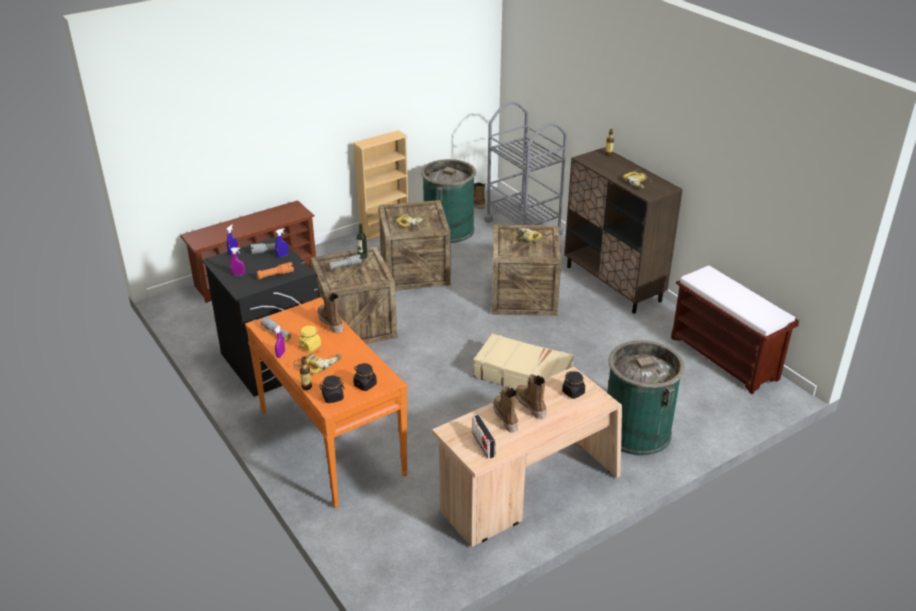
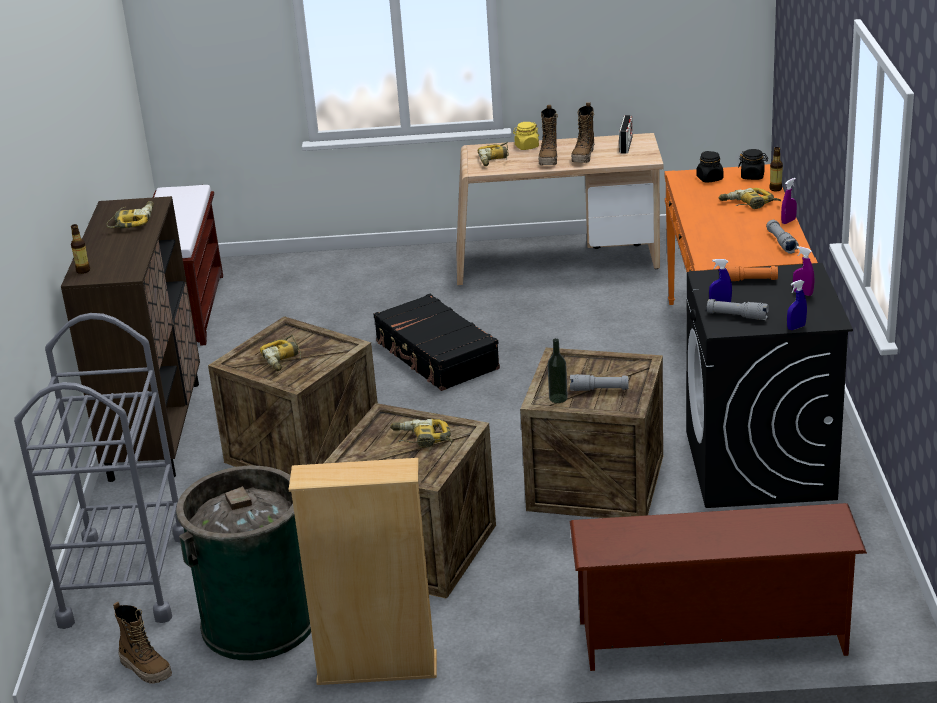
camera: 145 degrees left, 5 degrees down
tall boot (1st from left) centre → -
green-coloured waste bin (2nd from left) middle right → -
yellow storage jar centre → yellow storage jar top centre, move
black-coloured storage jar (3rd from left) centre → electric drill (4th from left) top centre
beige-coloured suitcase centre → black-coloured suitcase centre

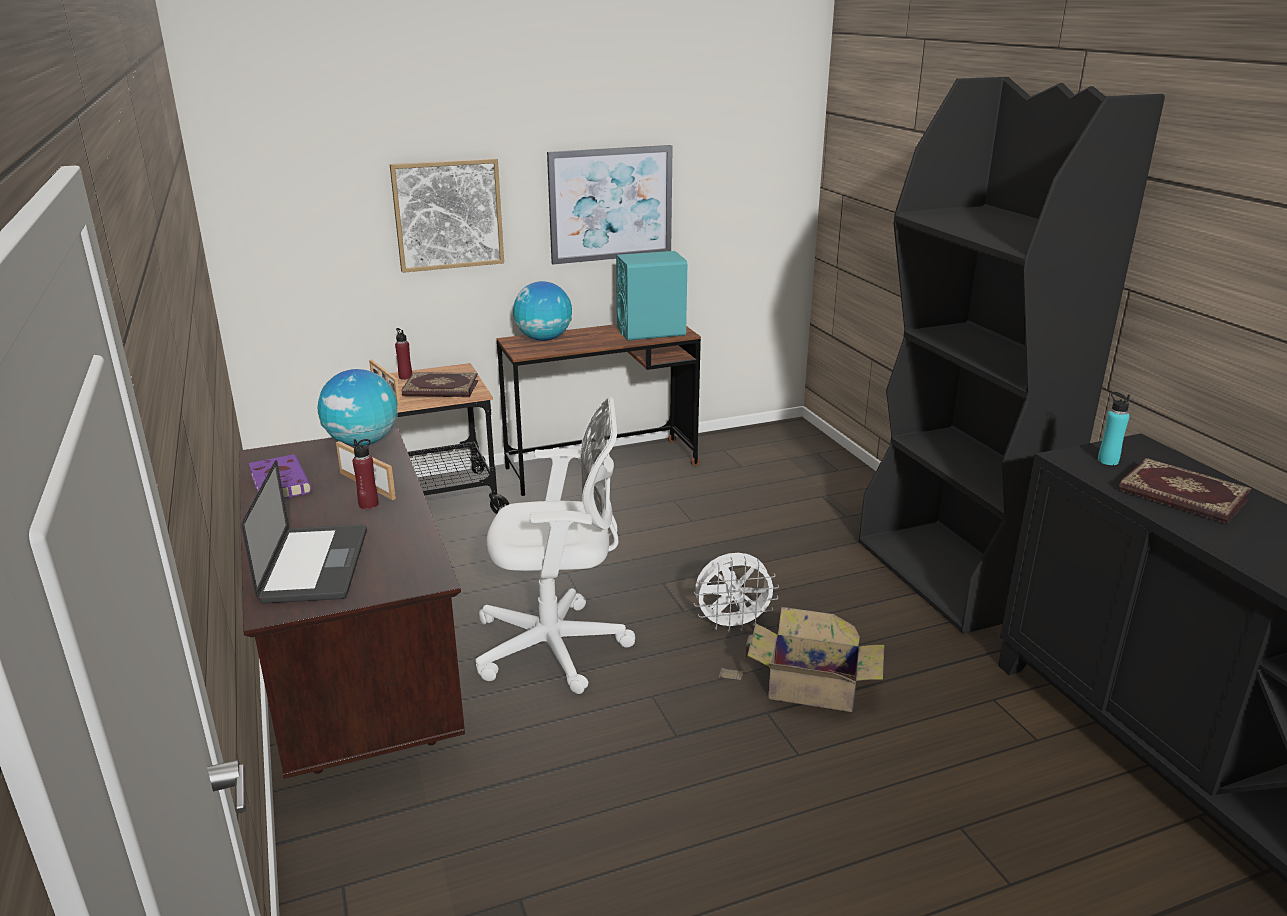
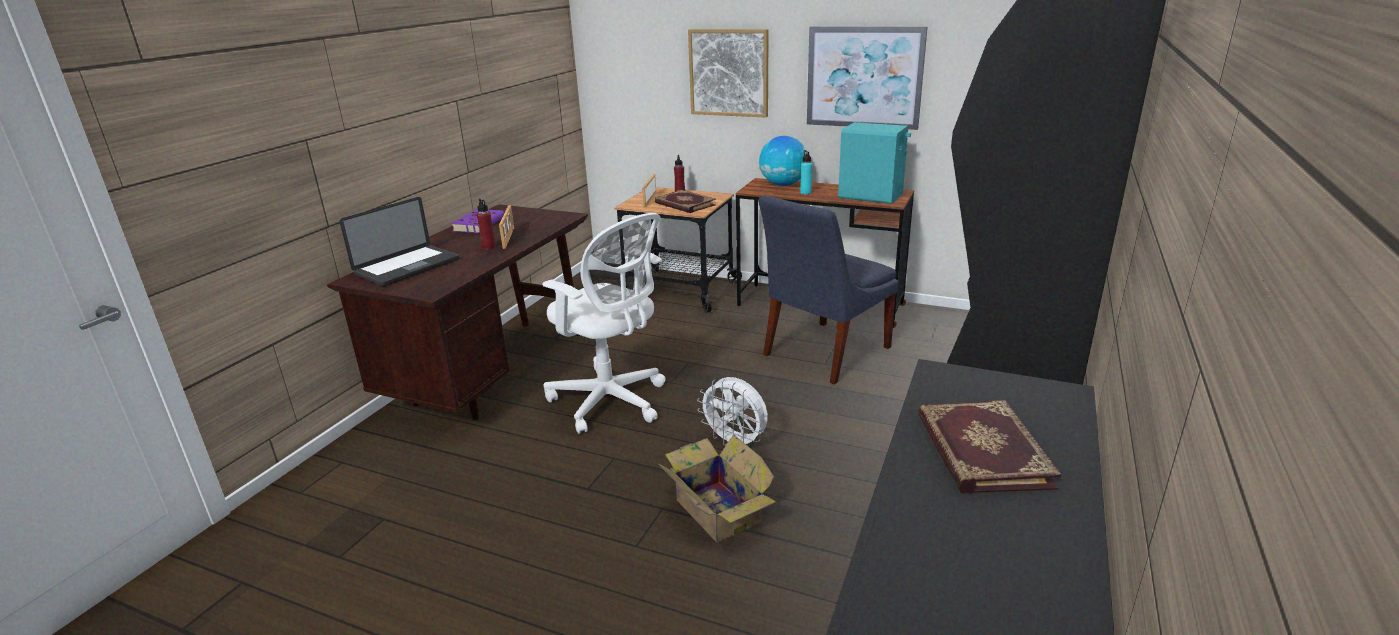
camera: 45 degrees right, 0 degrees up
desk globe (1st from left) middle left → -
- → blue-coloured plain chair centre
blue-green drink bottle middle right → blue-green drink bottle top centre, move

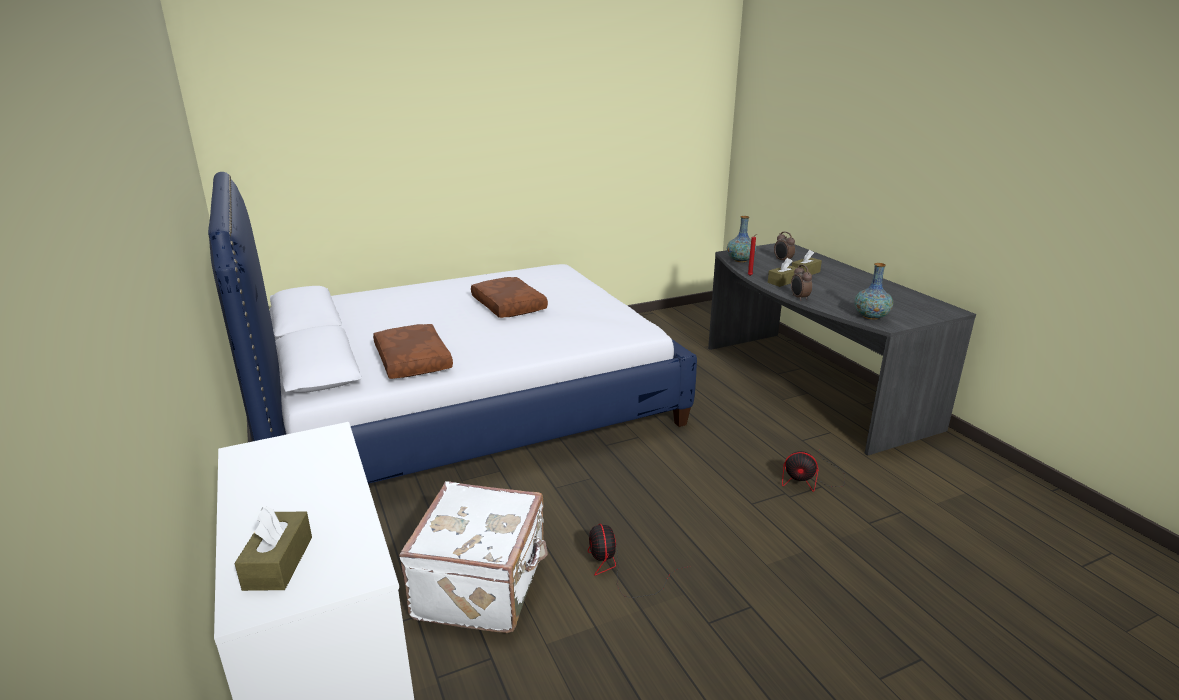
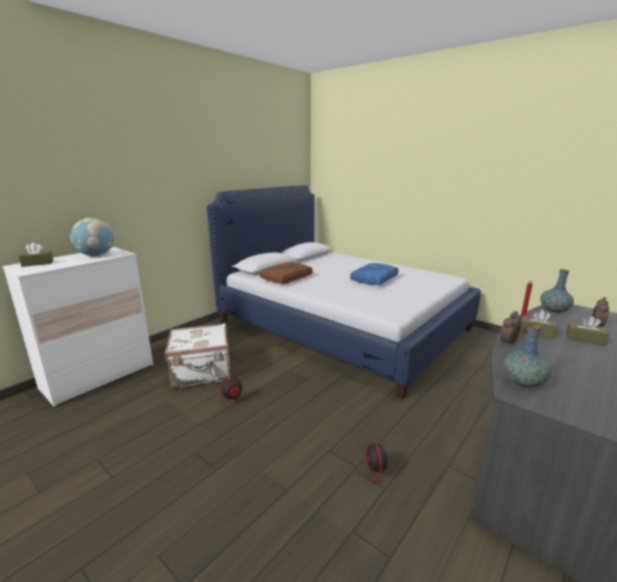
camera: 65 degrees right, 5 degrees down
- → desk globe middle left
brownish cushion (2nd from left) centre → blue-coloured cushion centre

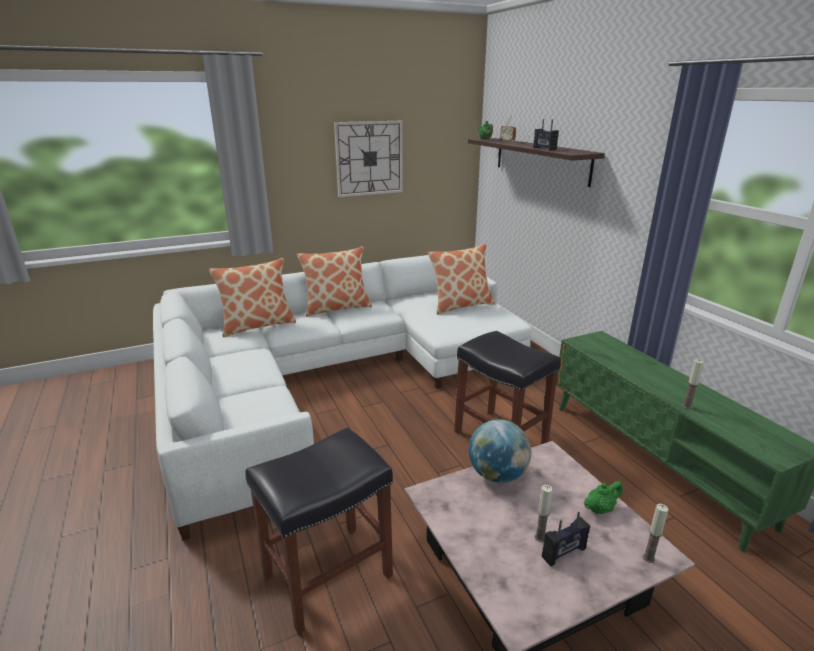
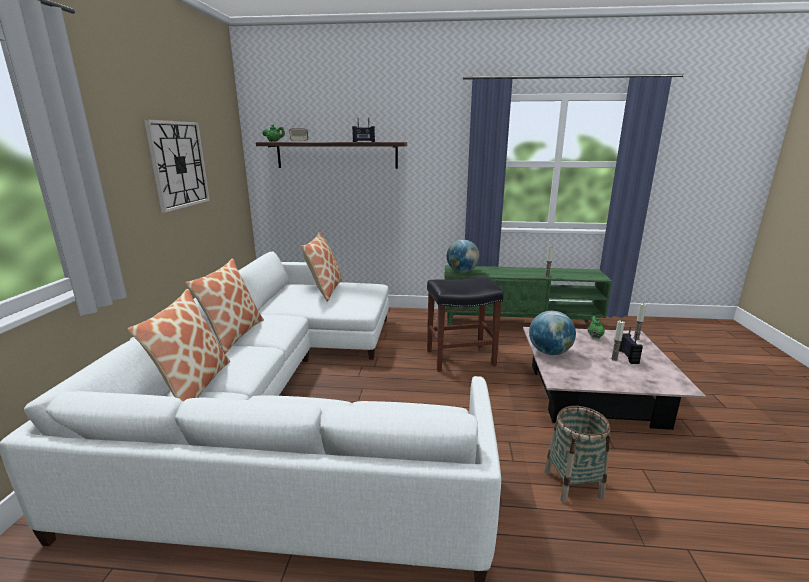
camera: 60 degrees left, 5 degrees down
- → desk globe (1st from left) centre
black-coloured stool seat (1st from left) bottom centre → household basket bottom right

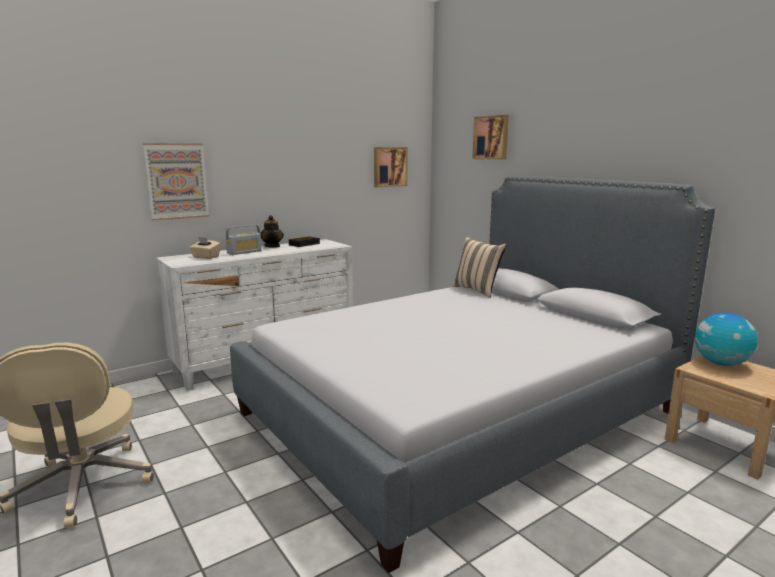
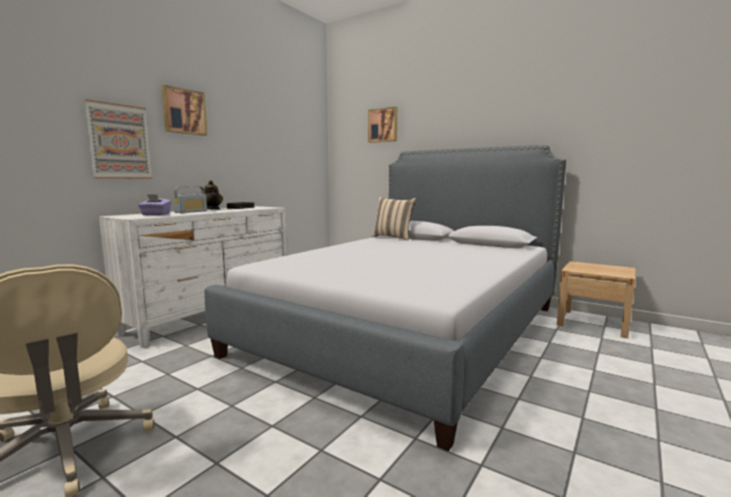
camera: 20 degrees left, 5 degrees down
desk globe middle right → -
picture (2nd from left) top centre → picture (2nd from left) top left, move
beige-coloured box of tissues middle left → purple-coloured box of tissues middle left

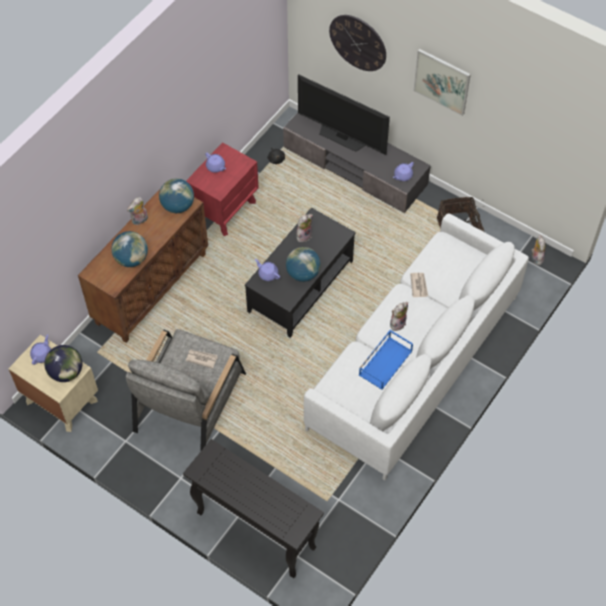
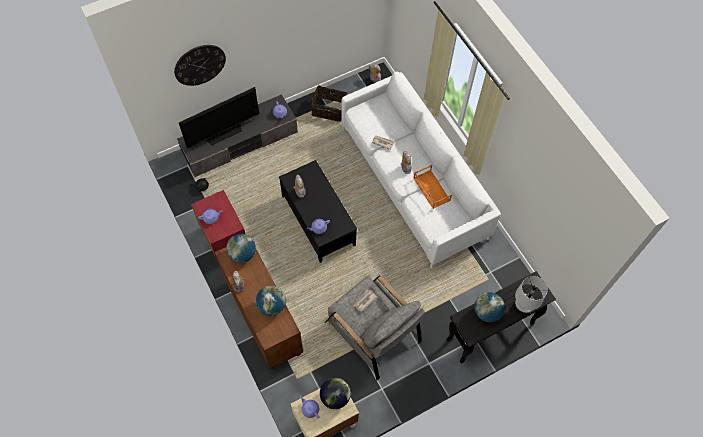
camera: 65 degrees left, 5 degrees up
picture top right → -
- → whitish tabletop lamp bottom right
desk globe (4th from left) centre → desk globe (4th from left) bottom right, move
blue-coloured tray centre → orange-coloured tray centre

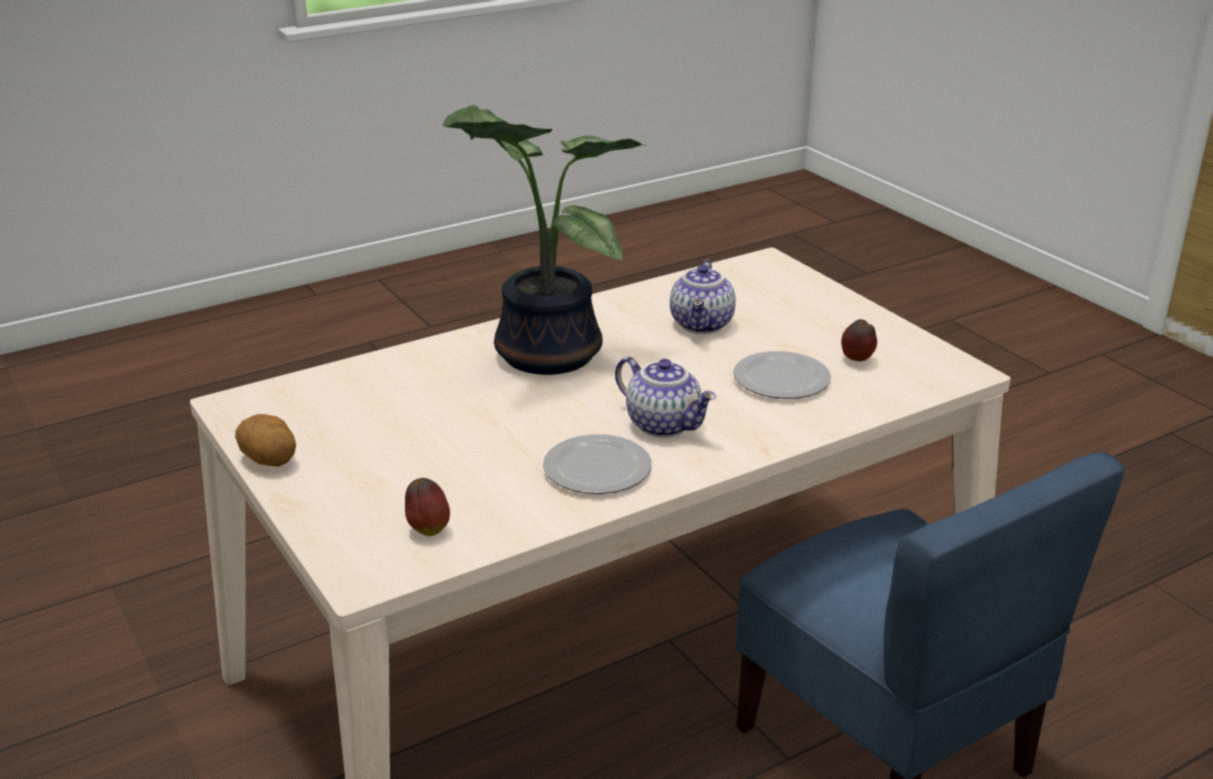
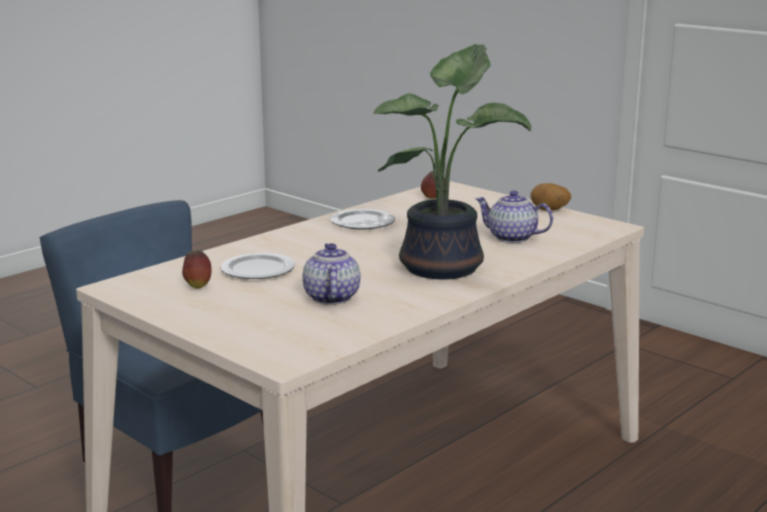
camera: 165 degrees right, 10 degrees down
teapot (1st from left in the first image) centre → teapot (2nd from left) middle right, move

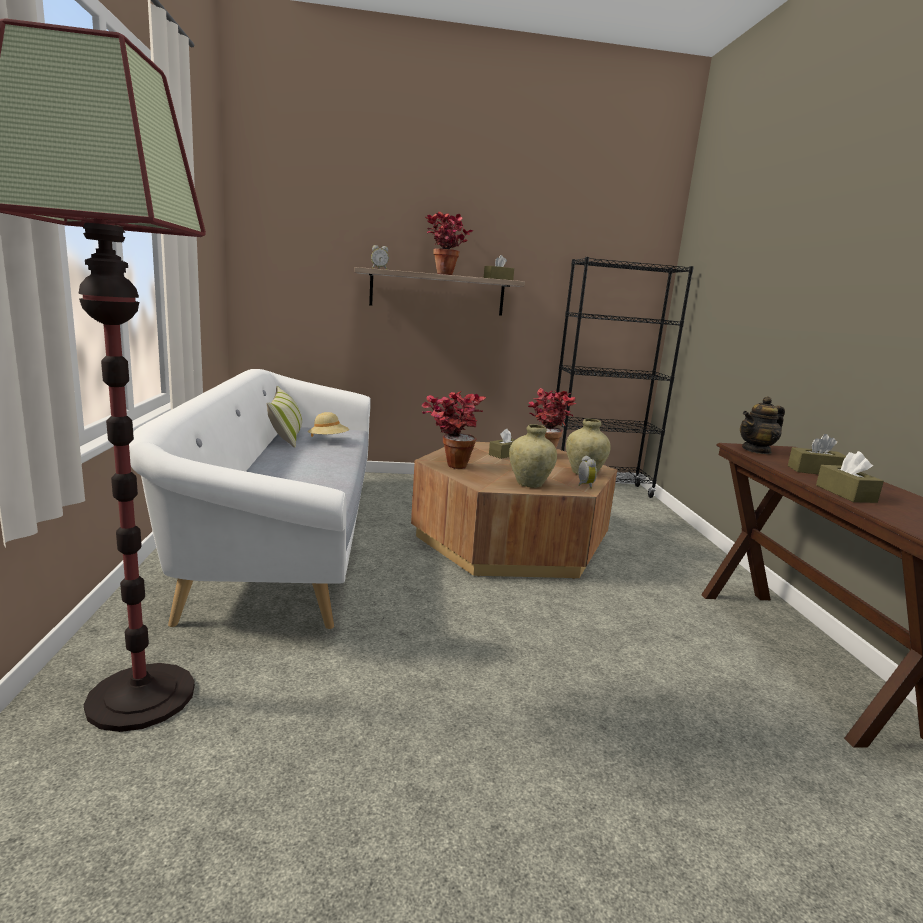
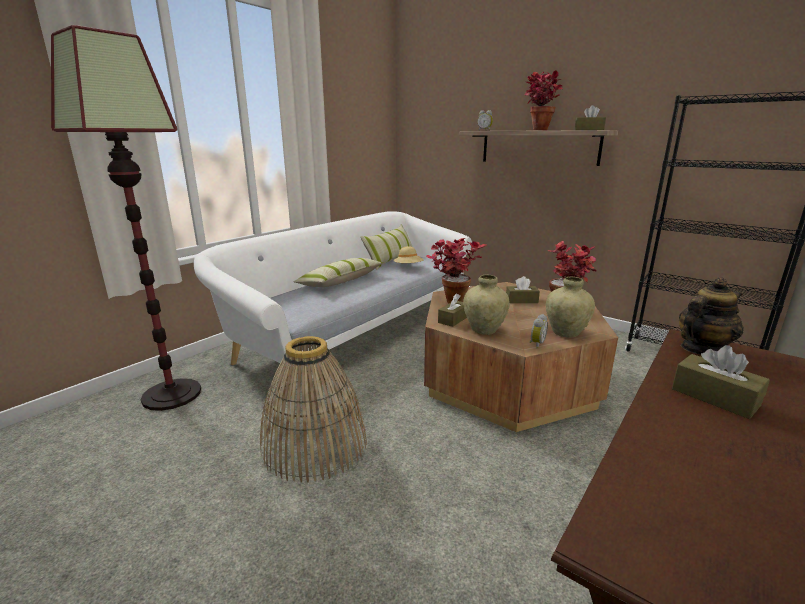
camera: 45 degrees right, 5 degrees up
- → household basket bottom centre
- → cushion (1st from left) centre
brownish box of tissues (4th from left in the first image) middle right → brownish box of tissues (1st from left) centre, move
teapot middle right, 135 degrees clockwise

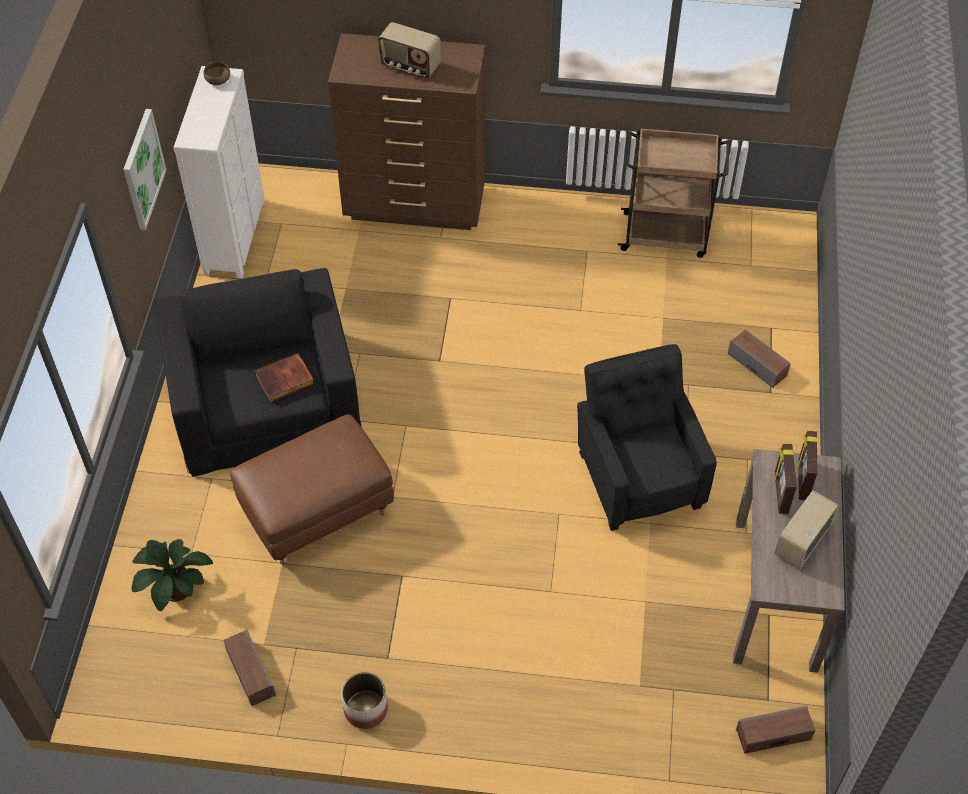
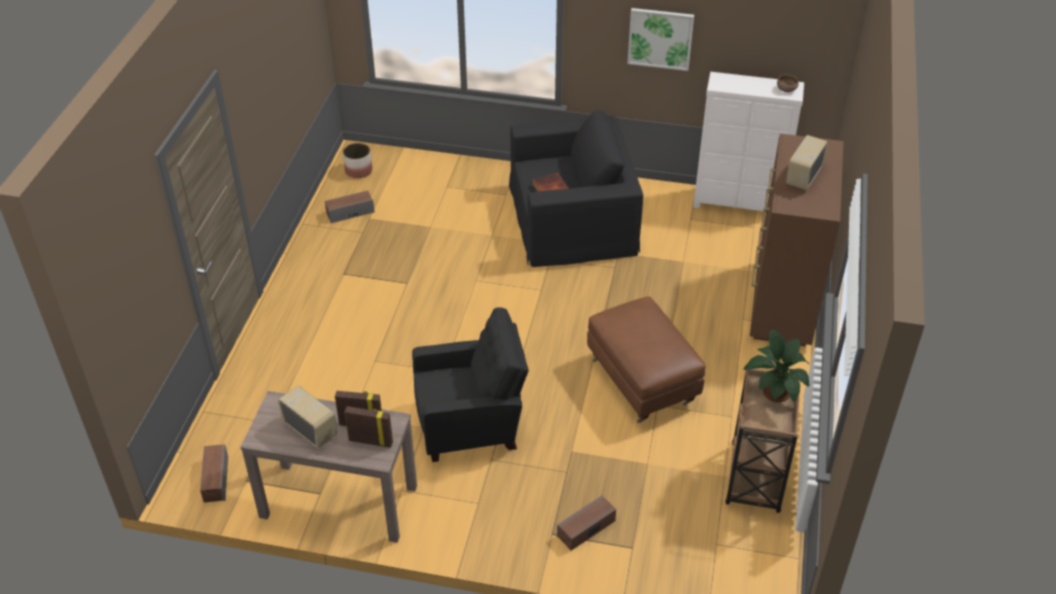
camera: 95 degrees right, 10 degrees down
houseplant bottom left → houseplant middle right, move
brownish footrest middle left → brownish footrest centre, move
flower pot bottom centre → flower pot top centre, move

